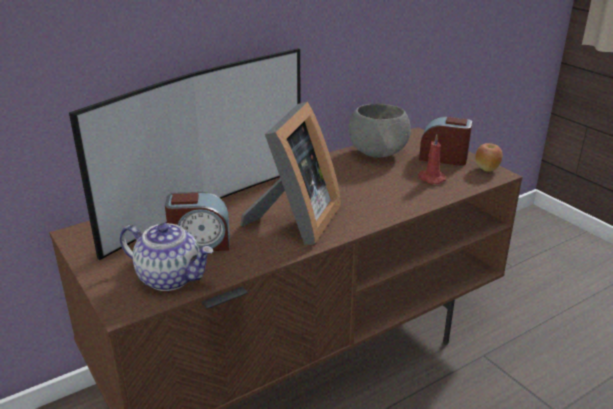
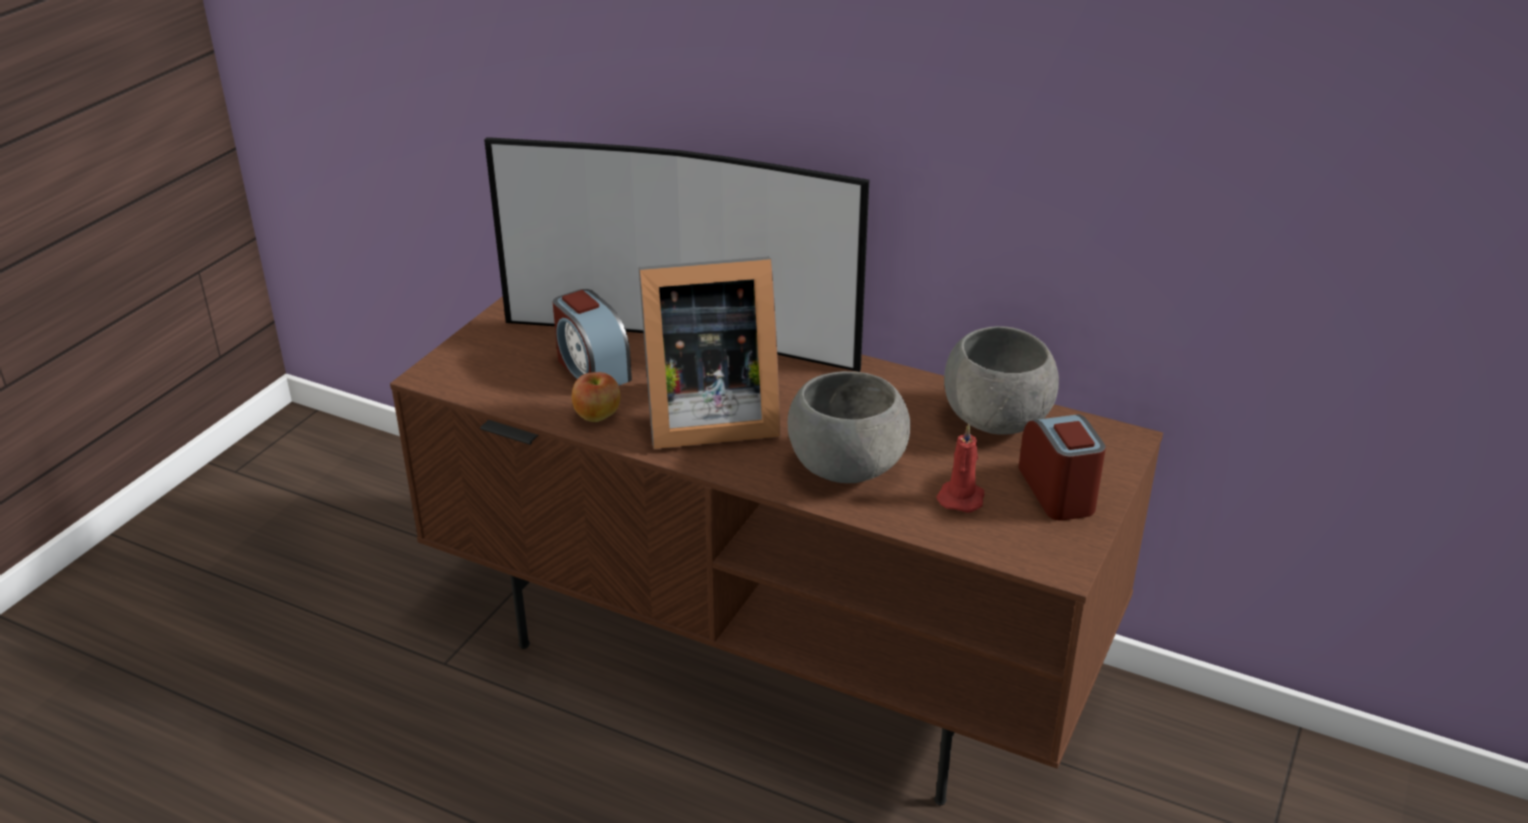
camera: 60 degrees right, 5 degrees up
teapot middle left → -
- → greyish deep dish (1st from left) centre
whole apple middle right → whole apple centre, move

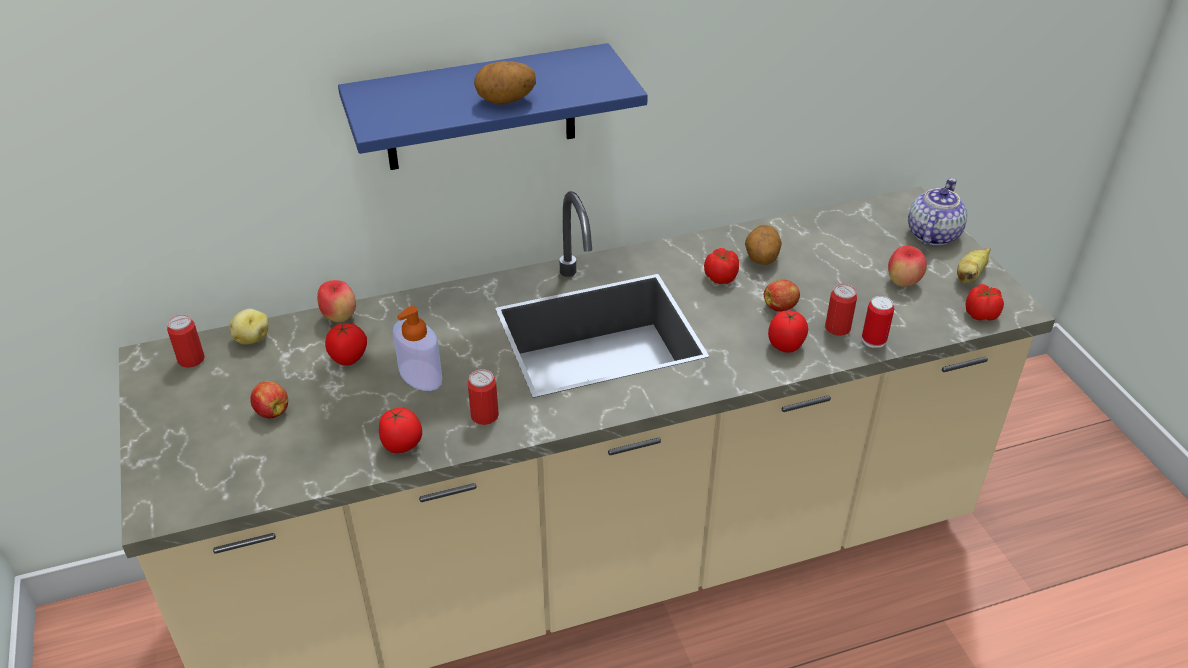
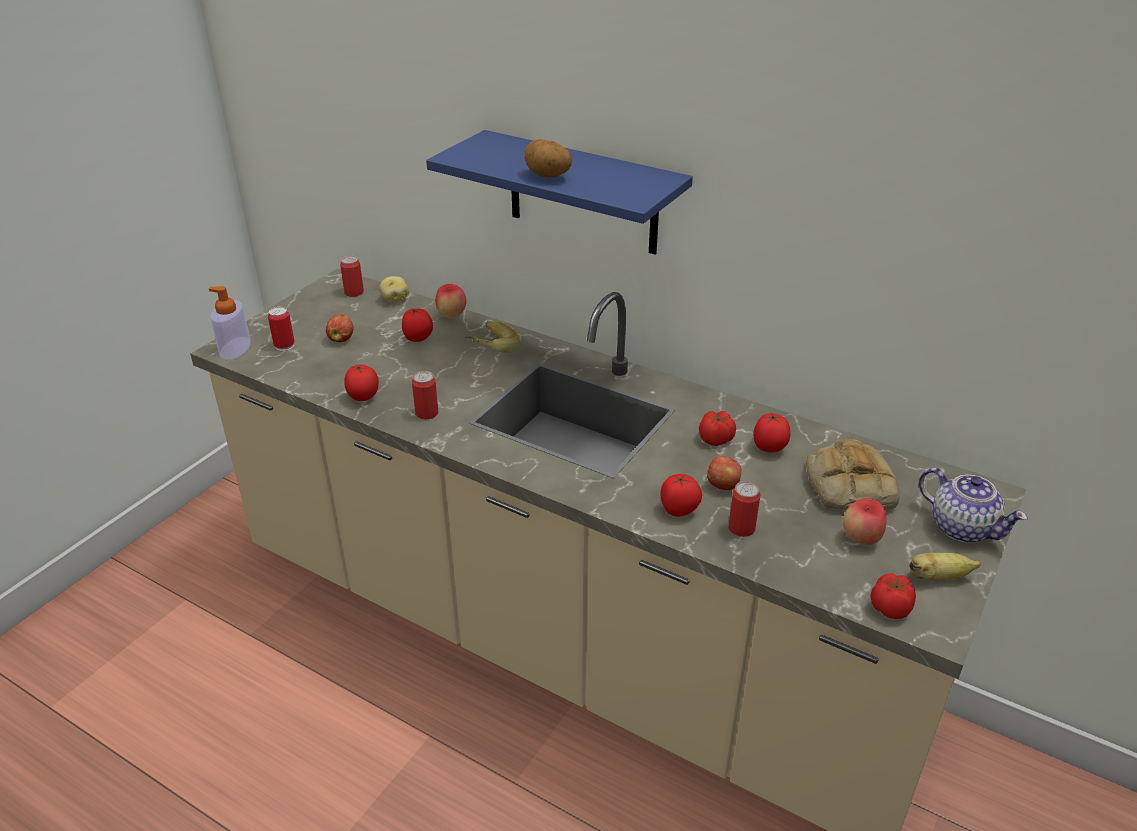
camera: 50 degrees right, 5 degrees down
- → whole banana (1st from left) centre
- → baked bread middle right
soap dispenser centre → soap dispenser middle left, move
can (4th from left in the first image) middle right → can (1st from left) middle left, move
whole potato (3rd from left) centre → fresh tomato (5th from left) middle right
teapot top right → teapot middle right, 60 degrees clockwise

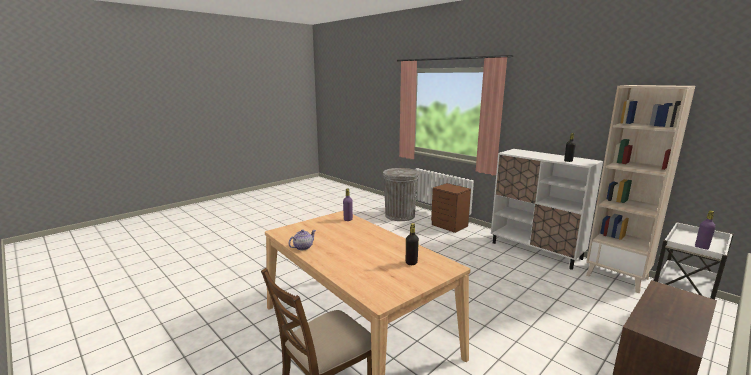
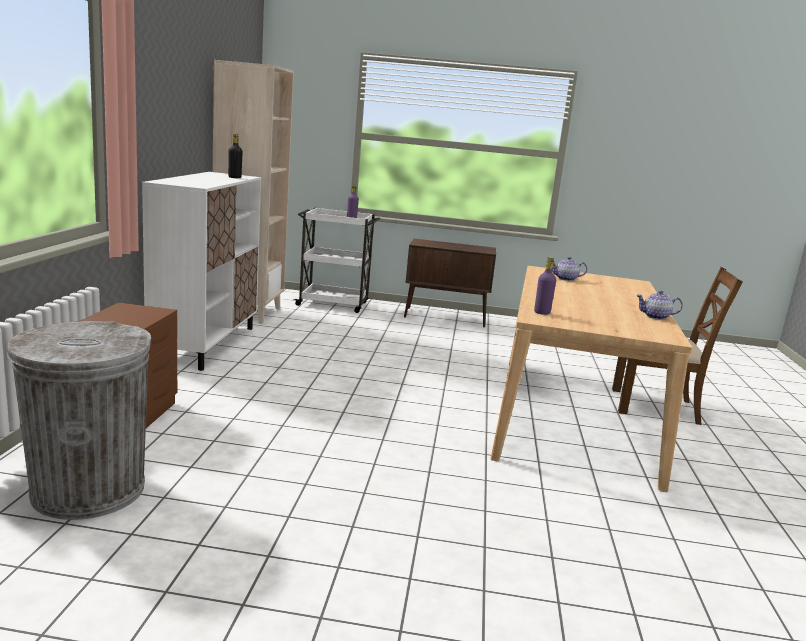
camera: 130 degrees left, 0 degrees up
black-coloured drink bottle (1st from left) centre → teapot (1st from left) middle right

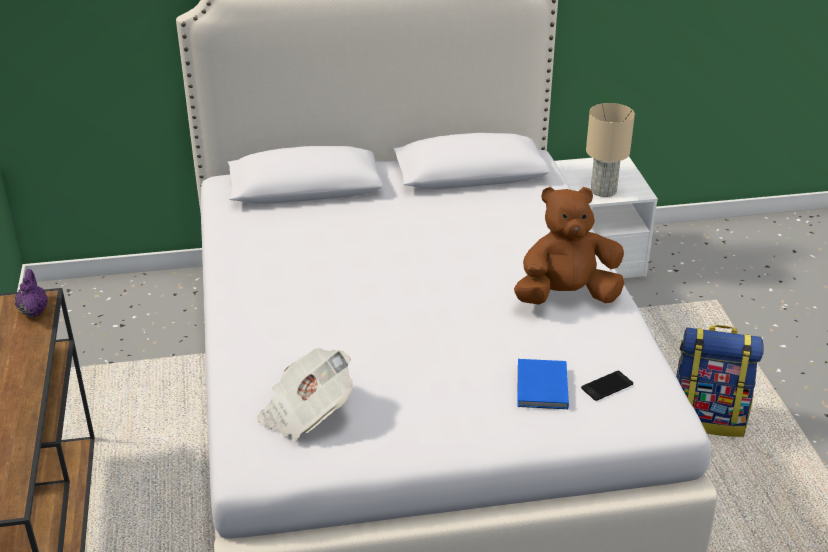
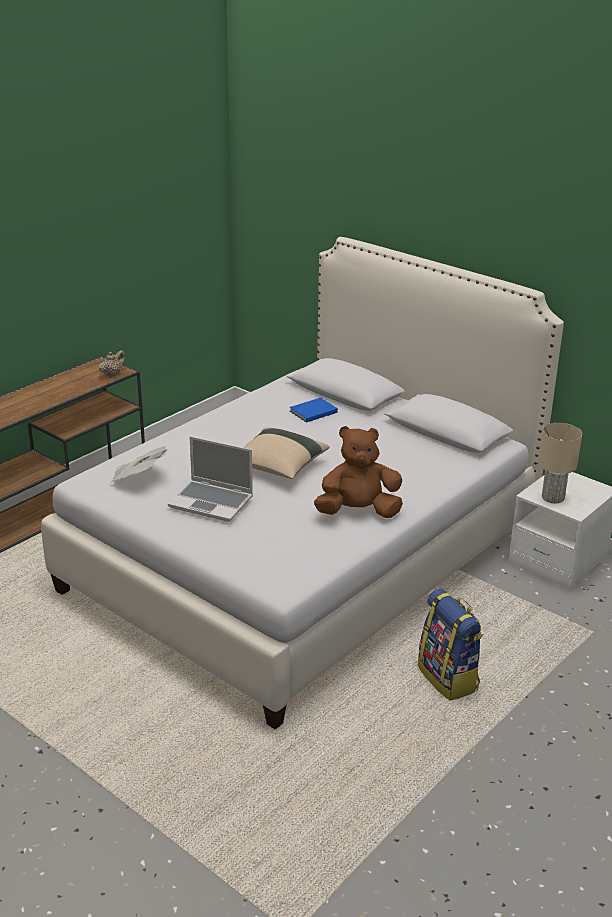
camera: 50 degrees right, 5 degrees down
telephone bottom right → -
- → portable computer centre
- → beige-coloured cushion centre
blue-coloured book bottom centre → blue-coloured book centre, move
purple-coloured teapot middle left → beige-coloured teapot middle left
brownish cuddly toy middle right → brownish cuddly toy centre, 45 degrees counterclockwise

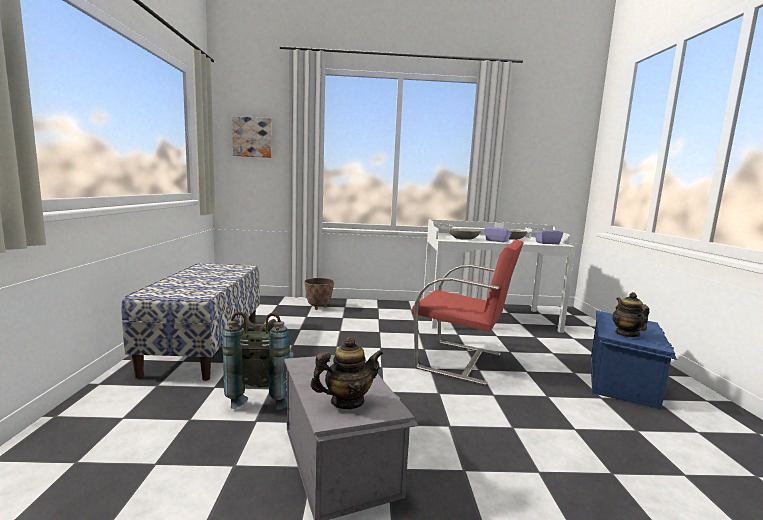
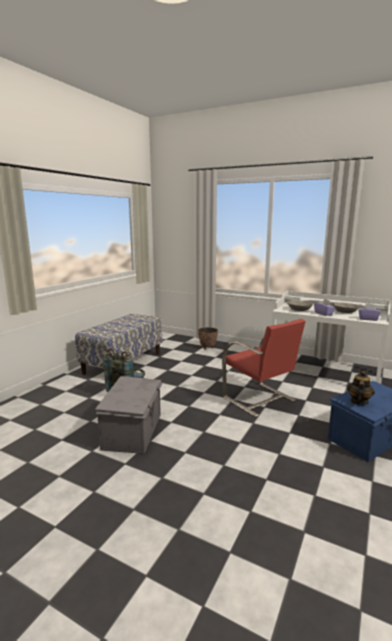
camera: 30 degrees right, 5 degrees up
picture top left → -
teapot (1st from left) bottom centre → -

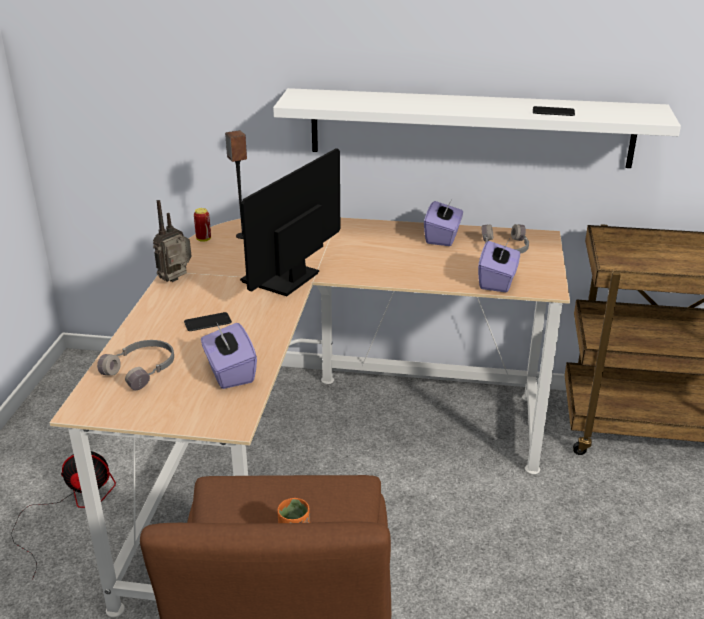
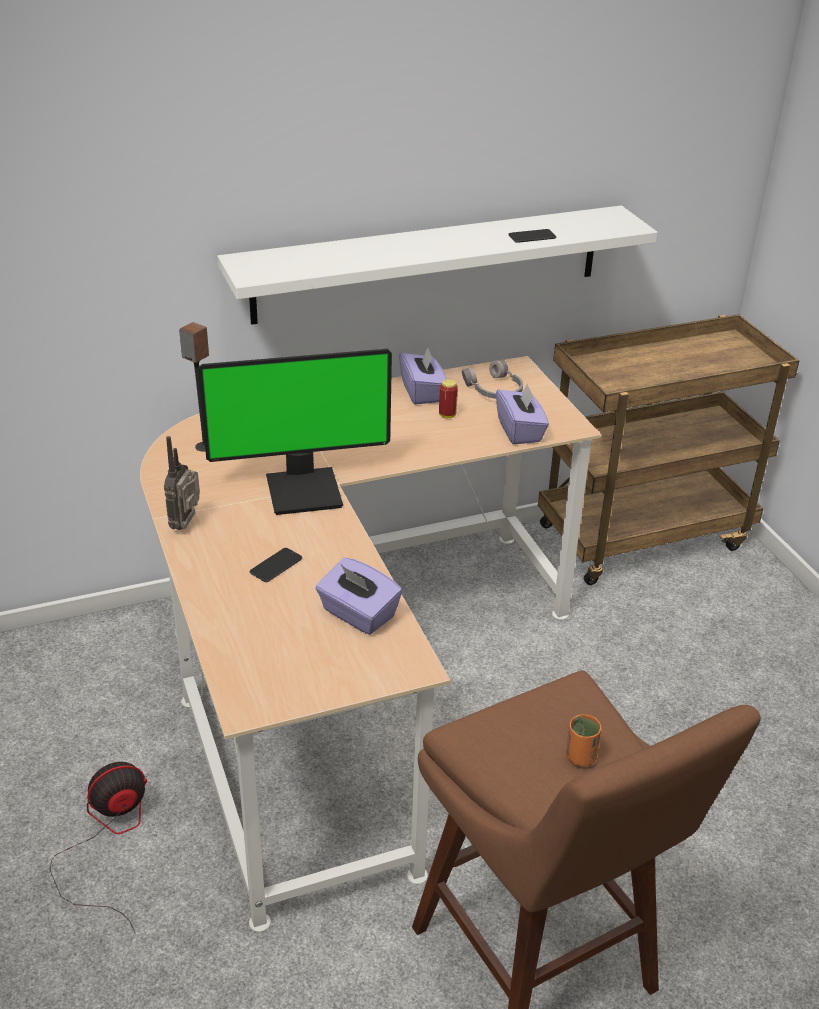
camera: 30 degrees left, 5 degrees up
greyish headset (1st from left) middle left → -
can middle left → can centre, move
computer display centre, 105 degrees counterclockwise

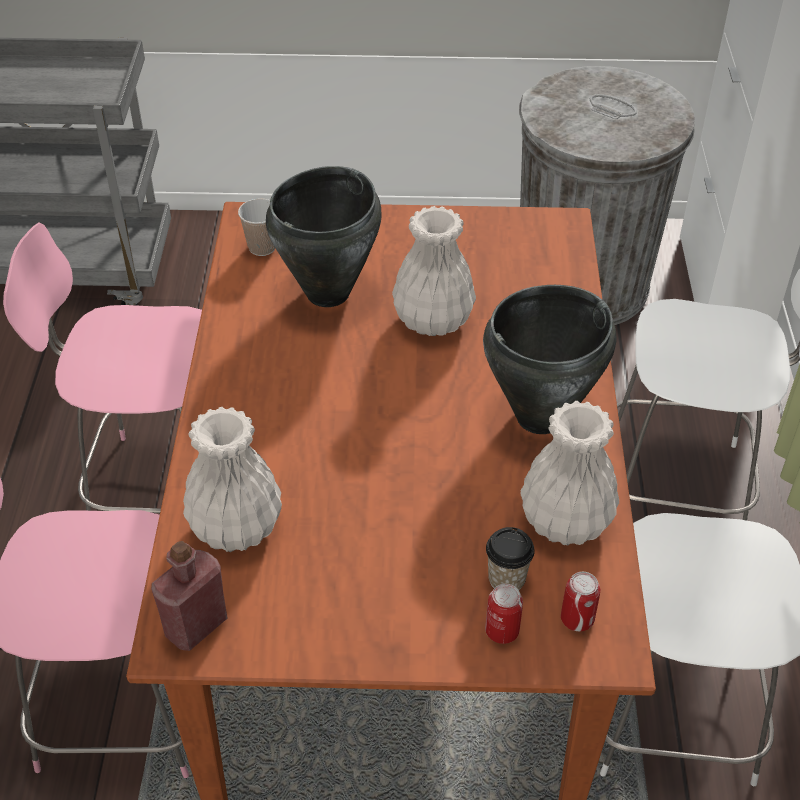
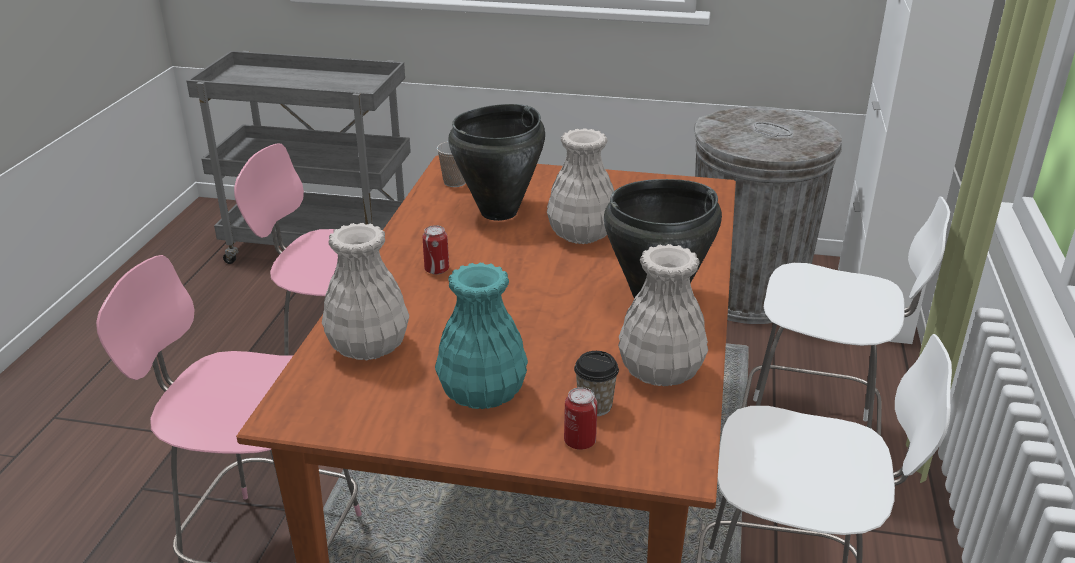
camera: 10 degrees right, 15 degrees down
reddish drink bottle bottom left → -
- → blue-green vase centre
can (2nd from left in the first image) bottom right → can (1st from left) centre, move

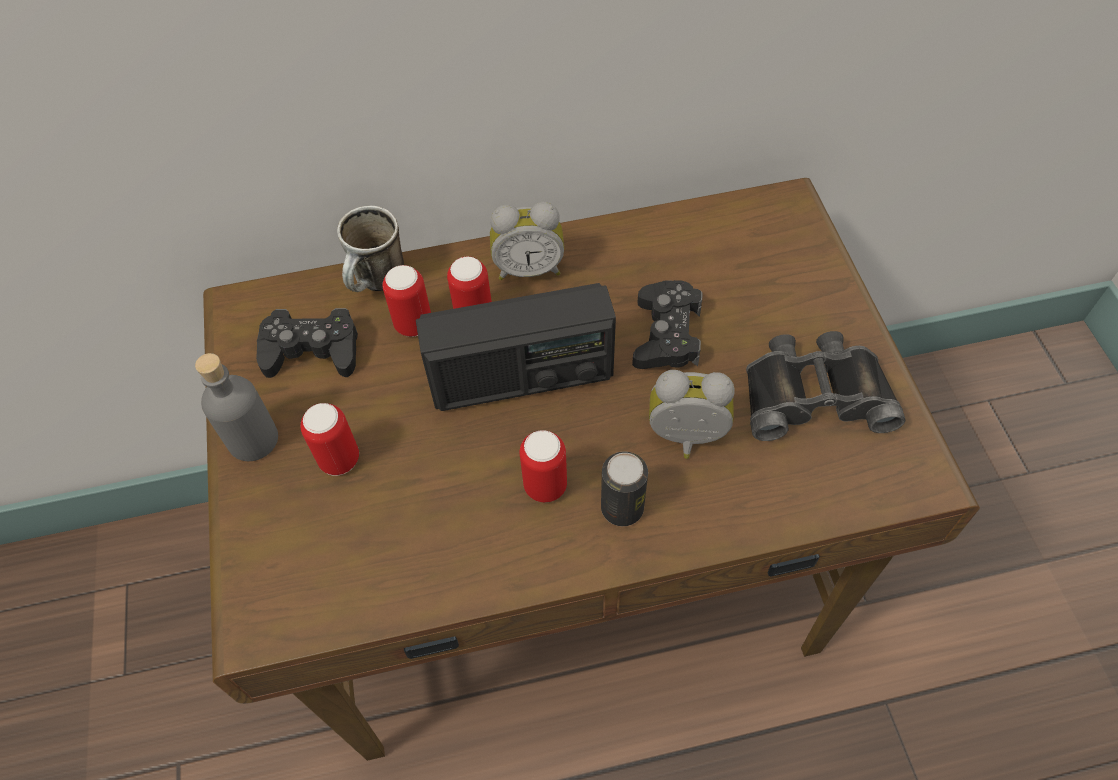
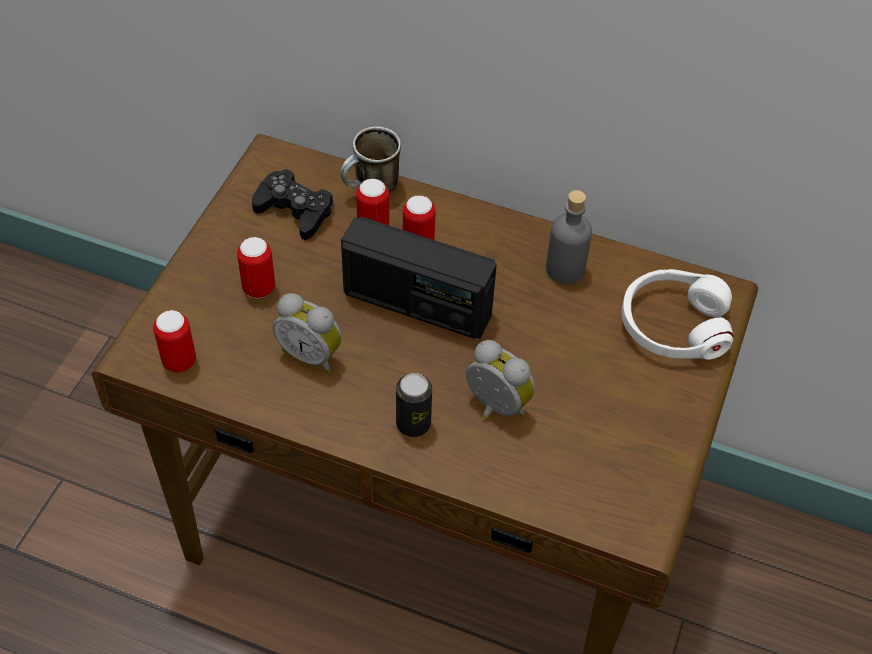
camera: 30 degrees right, 5 degrees down
black-coloured joypad (2nd from left) centre → -
black-coloured field glasses middle right → -
- → whitish headset middle right
greyish drink bottle middle left → greyish drink bottle centre, move
table clock (1st from left) top centre → table clock (1st from left) centre, move
can (4th from left in the first image) centre → can (1st from left) middle left, move

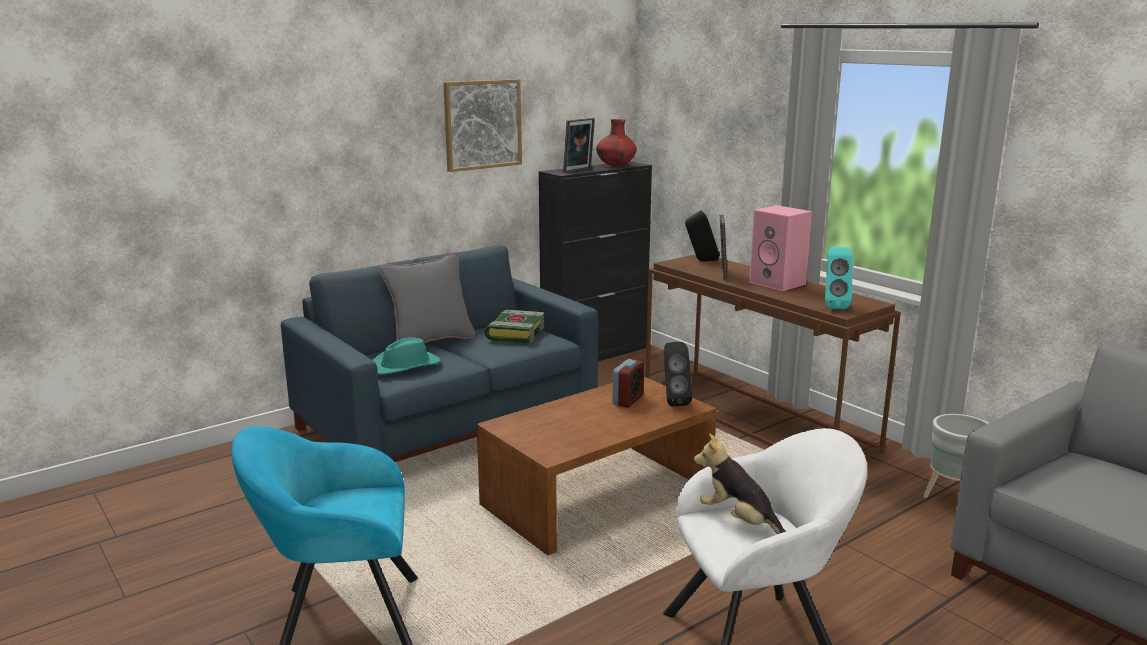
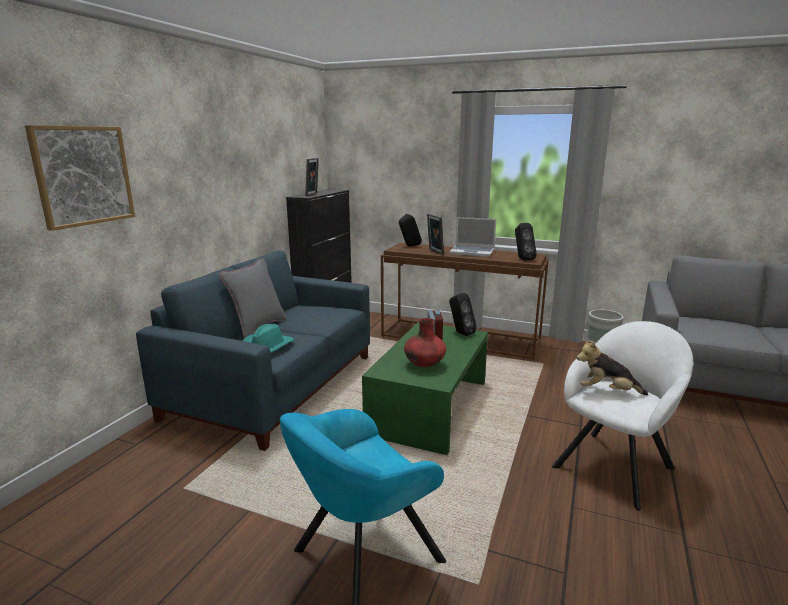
camera: 30 degrees left, 0 degrees up
book centre → -
picture top centre → picture top left, move
reddish vase top centre → reddish vase centre, move
pinkish loudspeaker middle right → portable computer centre
brownish low table bottom centre → green-coloured low table centre
blue-green loudspeaker middle right → black-coloured loudspeaker (3rd from left) middle right

